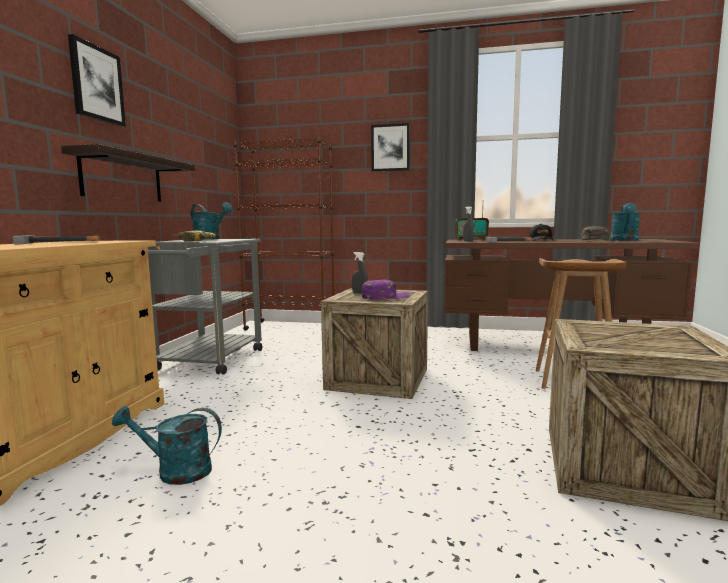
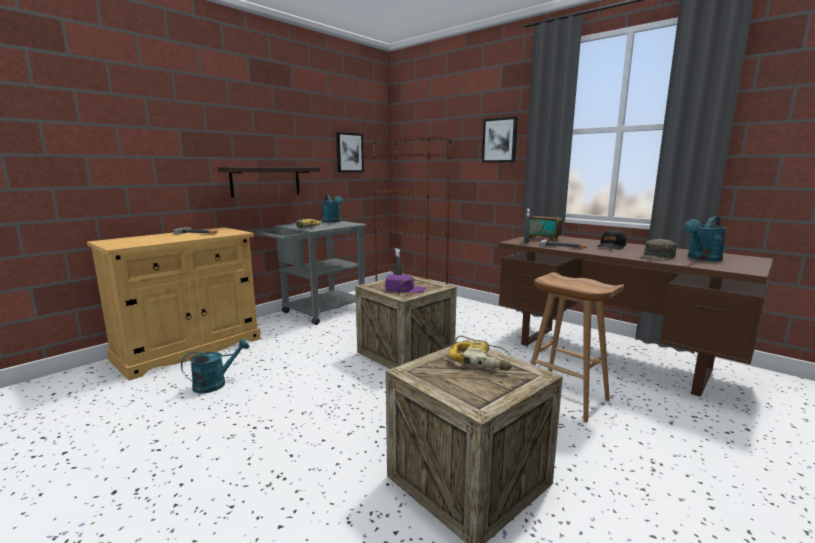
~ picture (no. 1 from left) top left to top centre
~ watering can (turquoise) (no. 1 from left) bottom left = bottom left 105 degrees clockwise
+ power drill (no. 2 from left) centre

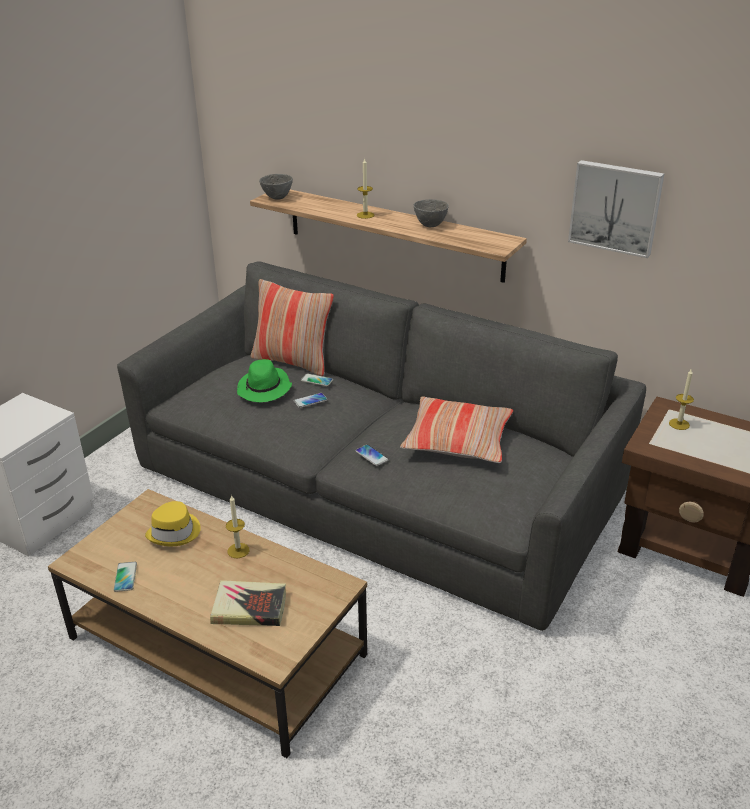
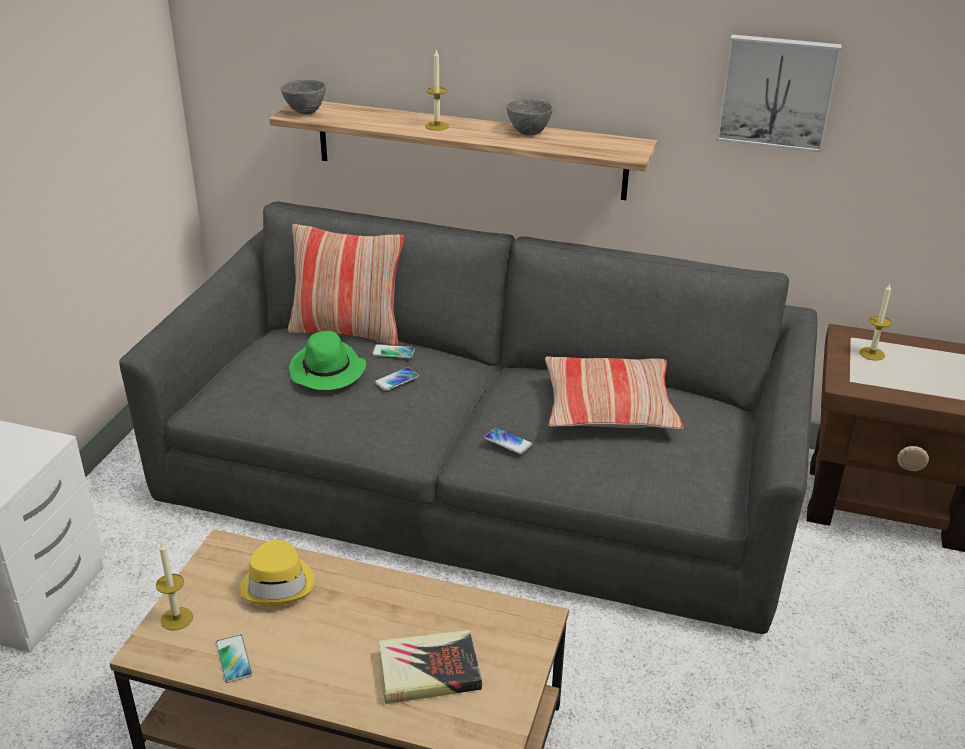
~ candle (no. 1 from left) middle left to bottom left

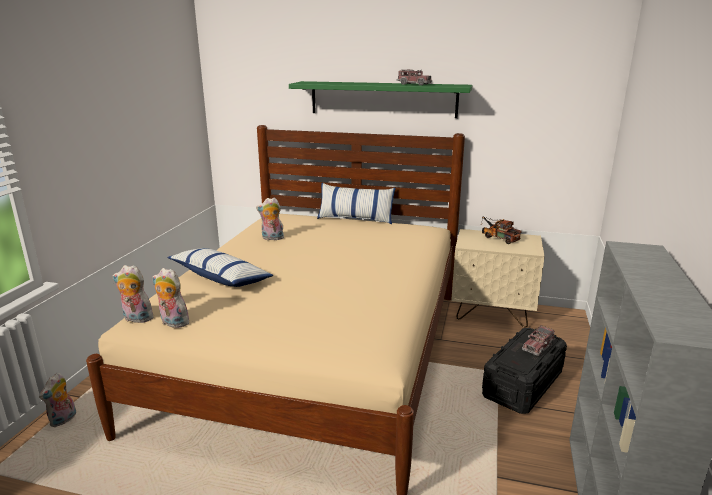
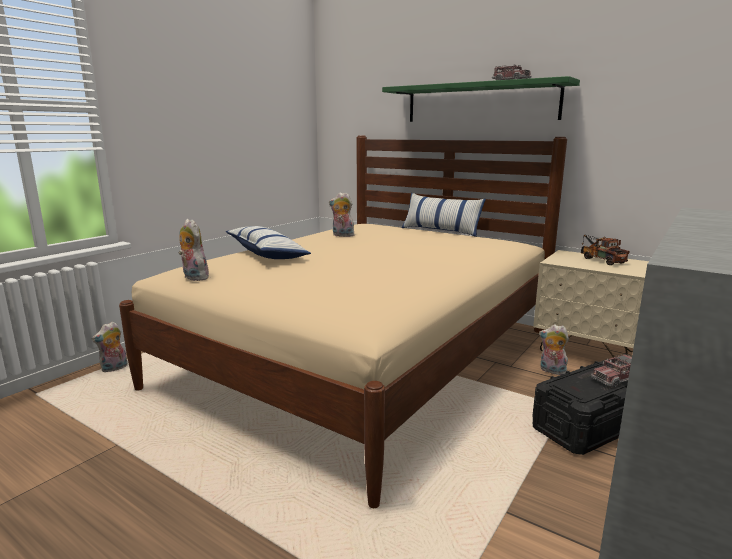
~ plush toy (no. 2 from left in the first image) middle left to plush toy (no. 4 from left) middle right

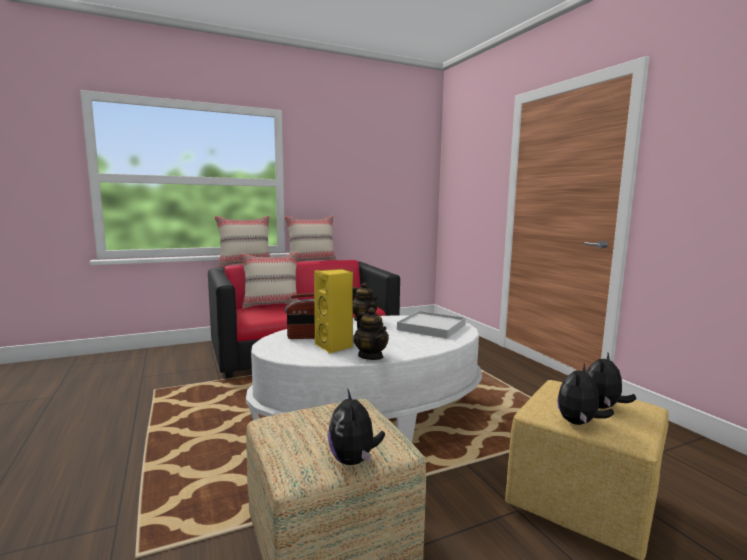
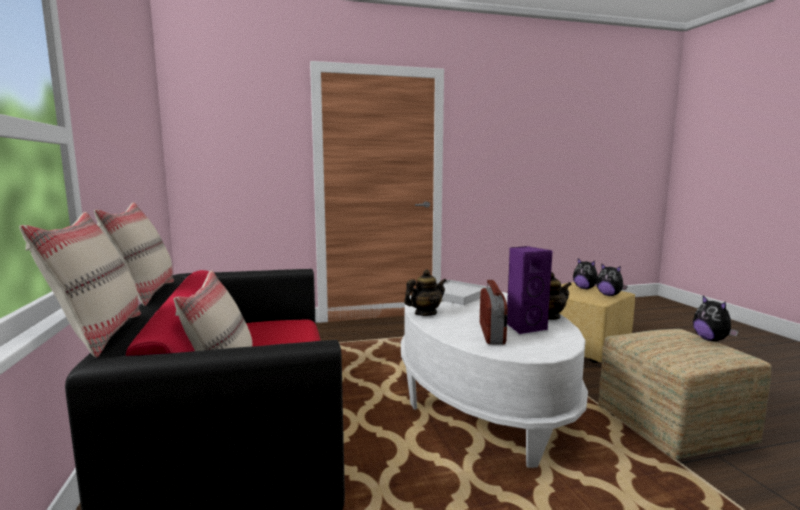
~ speaker (yellow) centre to speaker (purple) centre
~ plush toy (no. 1 from left in the first image) bottom centre = middle right 75 degrees clockwise

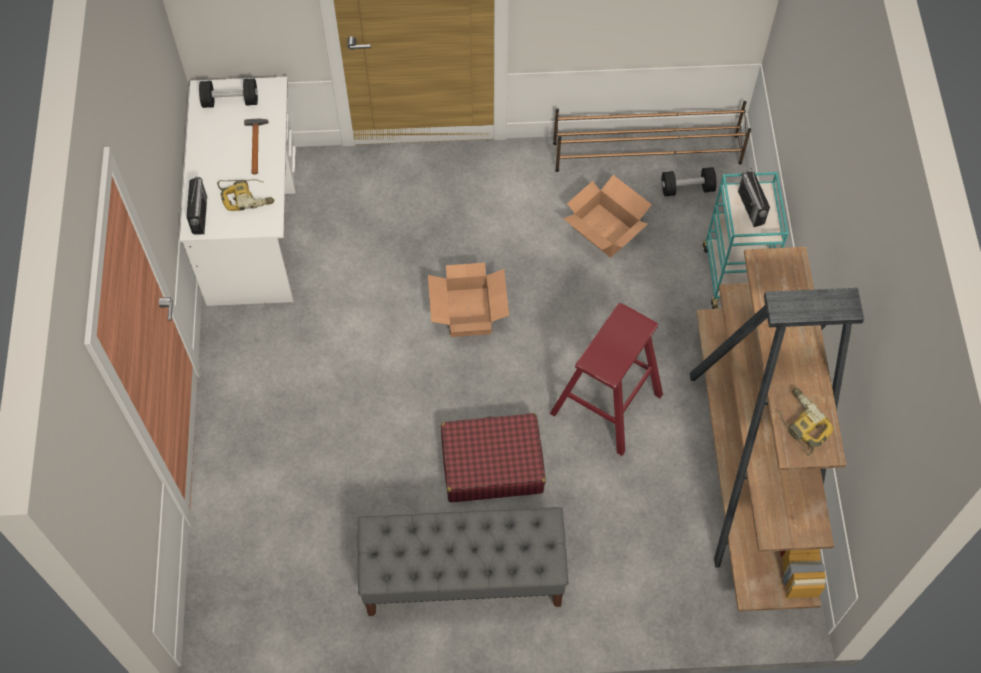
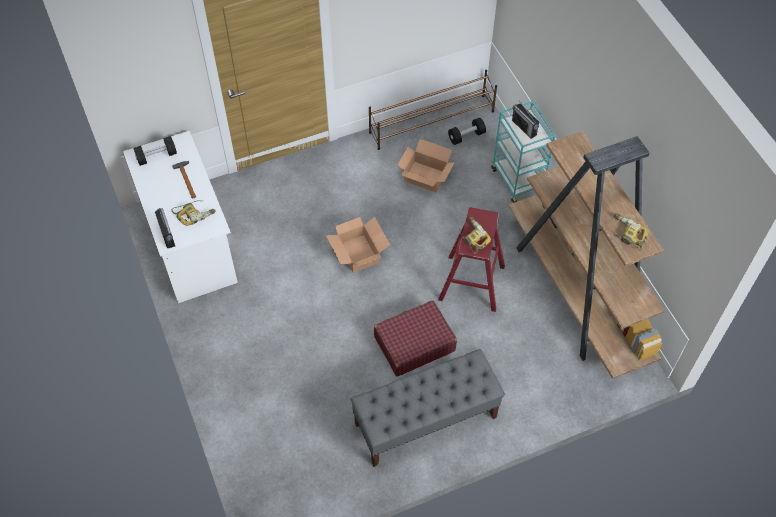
+ power drill (no. 2 from left) centre

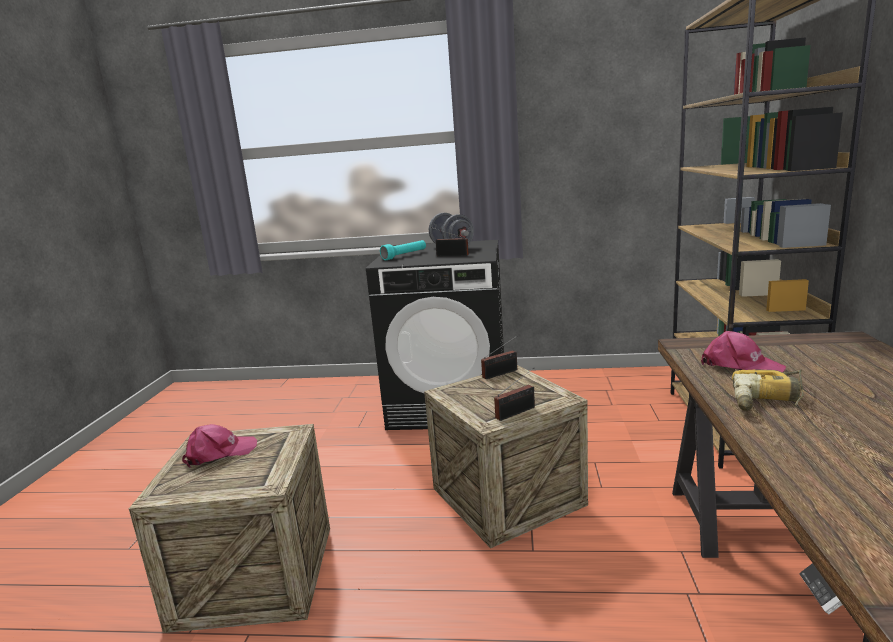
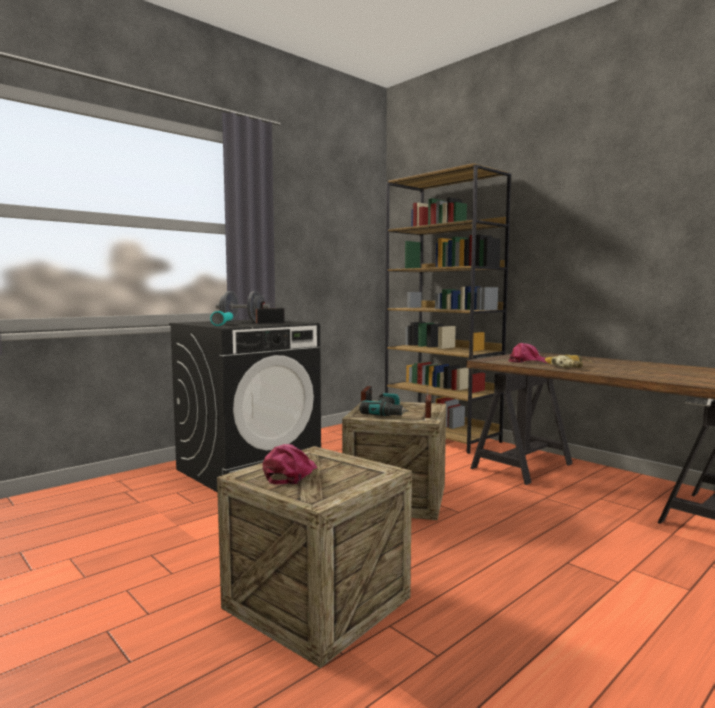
+ power drill (no. 1 from left) centre

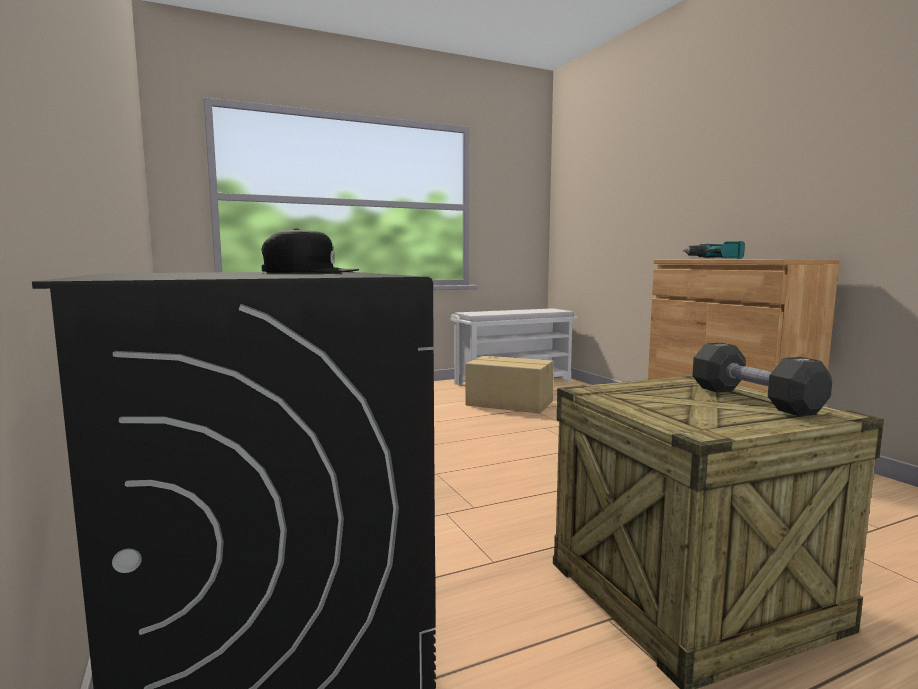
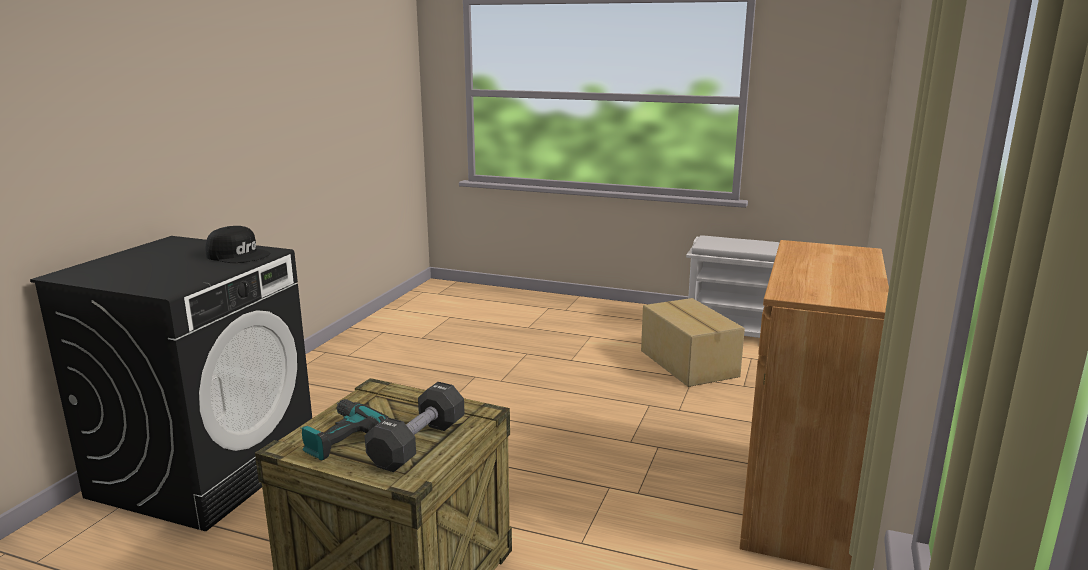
~ power drill middle right to bottom left

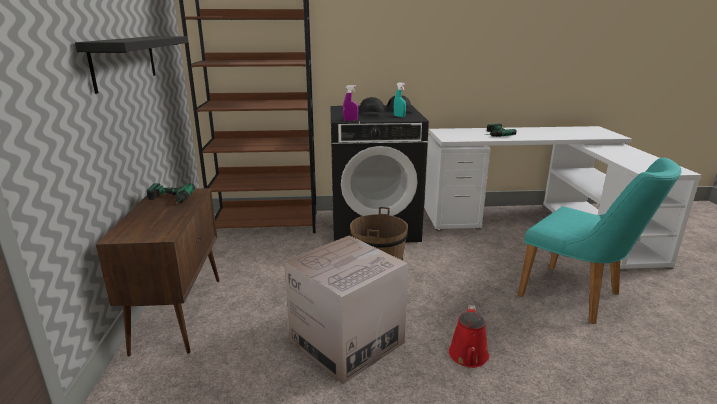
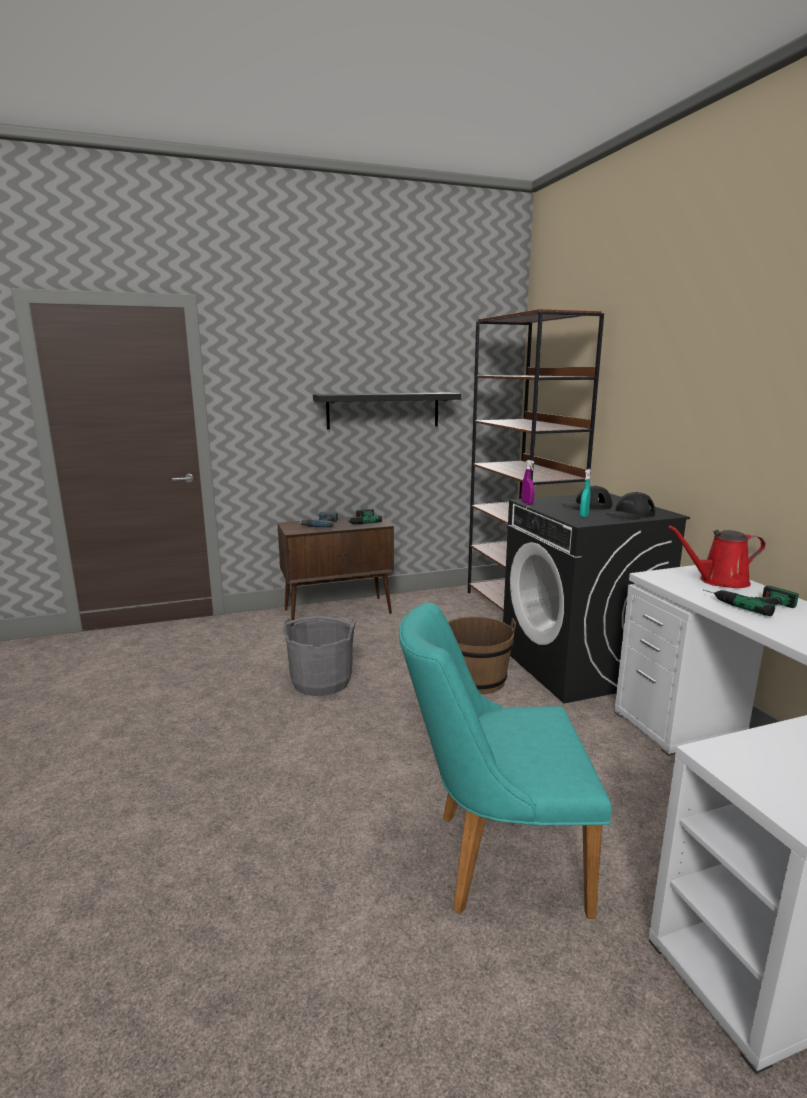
~ chair (turquoise) middle right = bottom centre 60 degrees clockwise
~ cardboard box bottom centre to bucket (grey) centre
~ watering can (red) bottom centre to middle right
+ power drill (no. 1 from left) centre

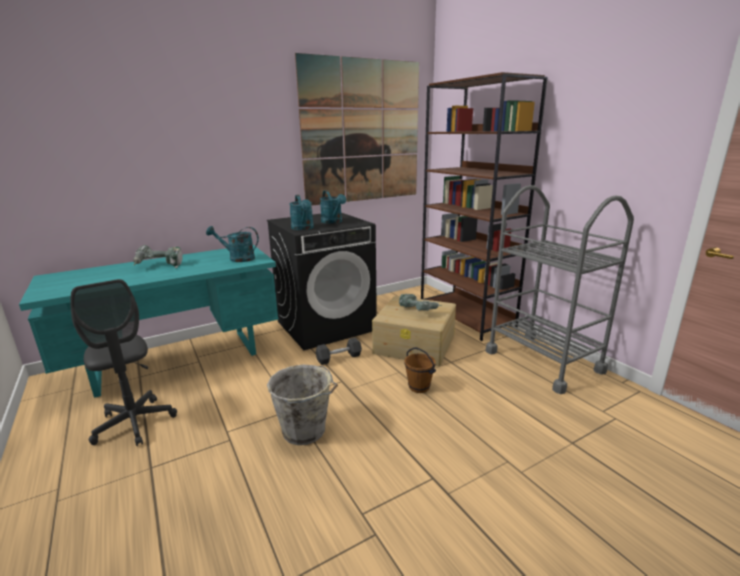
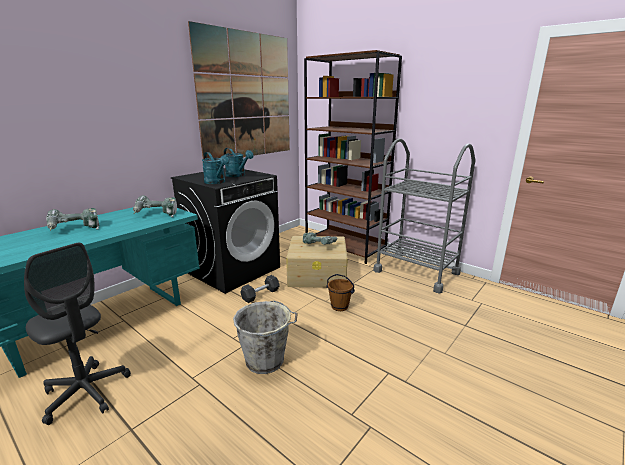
~ watering can (turquoise) (no. 1 from left) middle left to power drill (no. 2 from left) middle left

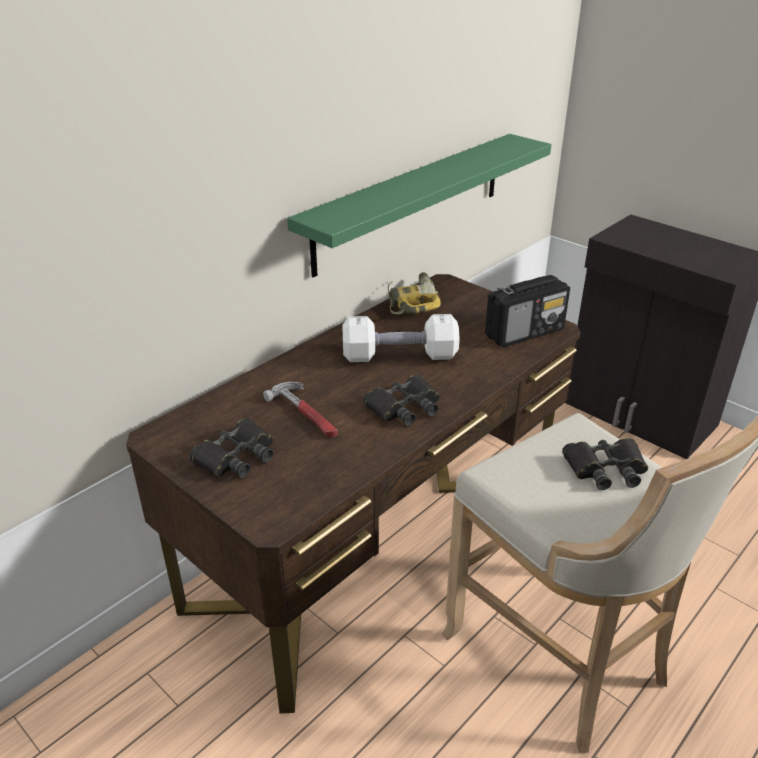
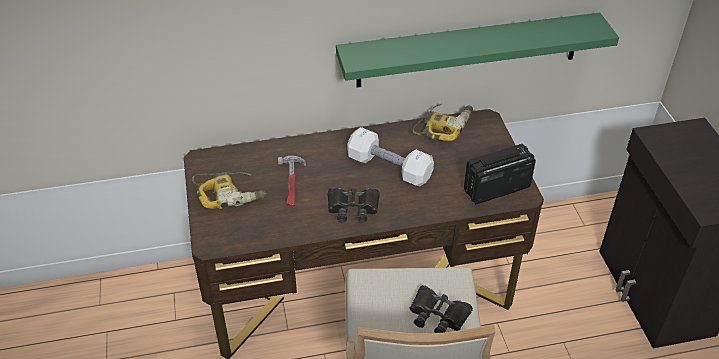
~ radio middle right = middle right 150 degrees clockwise
~ binoculars (black) (no. 1 from left) middle left to power drill (no. 1 from left) middle left

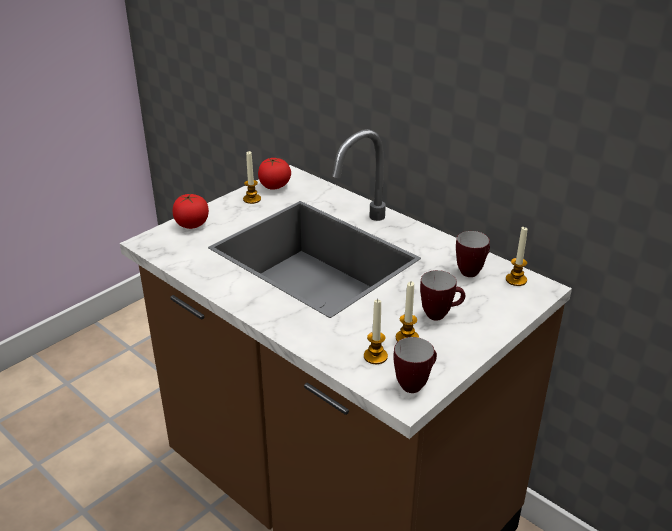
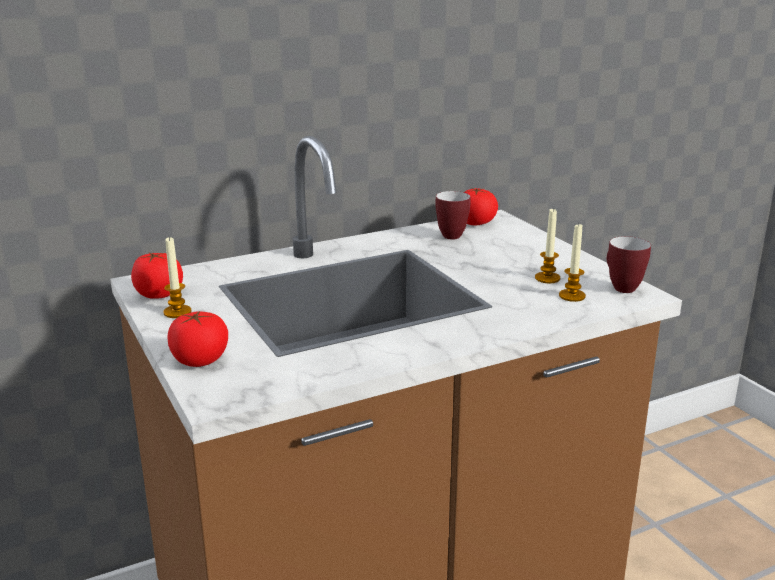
~ candle (no. 4 from left) middle right to tomato (no. 3 from left) centre
- mug (no. 2 from left) centre

